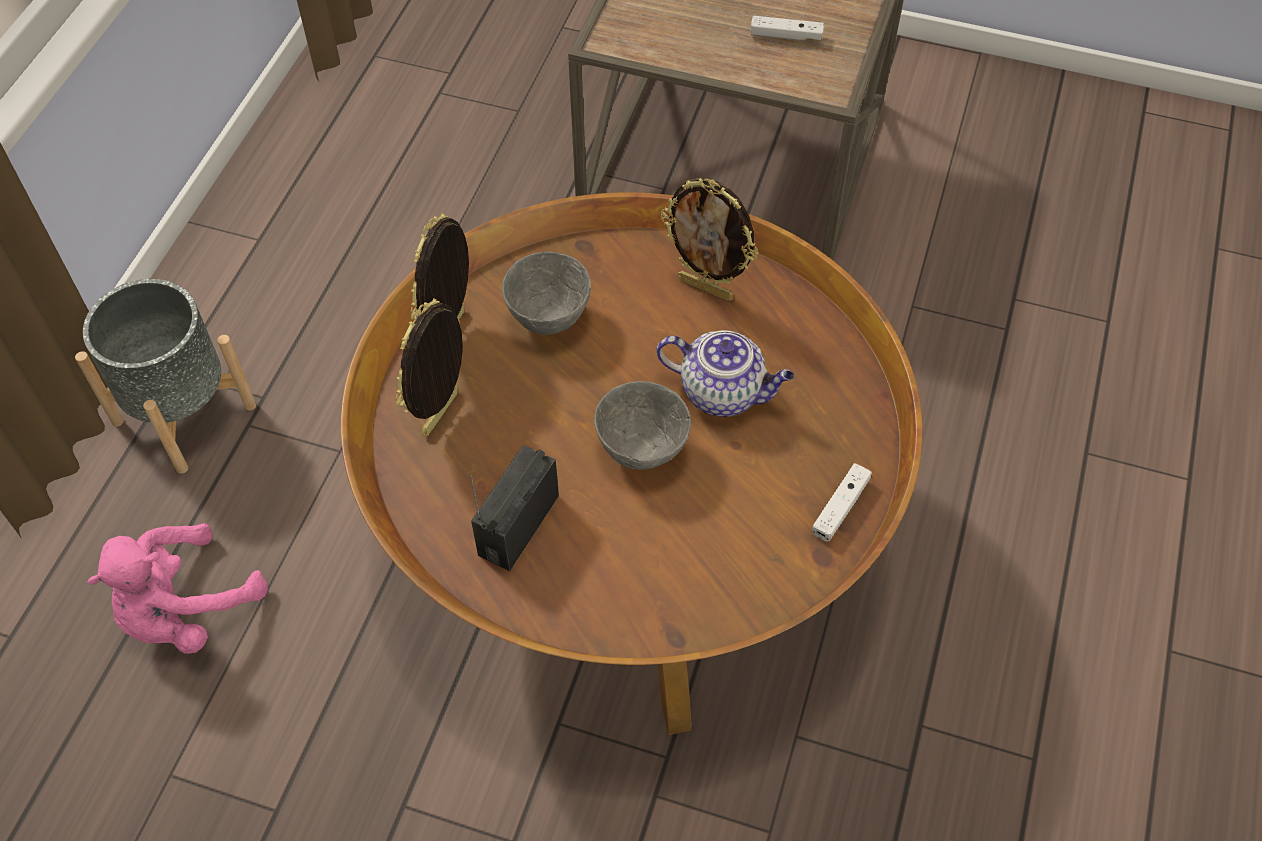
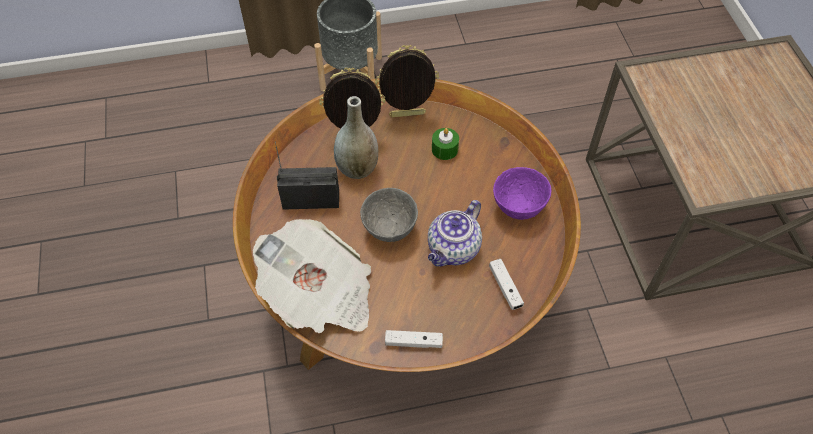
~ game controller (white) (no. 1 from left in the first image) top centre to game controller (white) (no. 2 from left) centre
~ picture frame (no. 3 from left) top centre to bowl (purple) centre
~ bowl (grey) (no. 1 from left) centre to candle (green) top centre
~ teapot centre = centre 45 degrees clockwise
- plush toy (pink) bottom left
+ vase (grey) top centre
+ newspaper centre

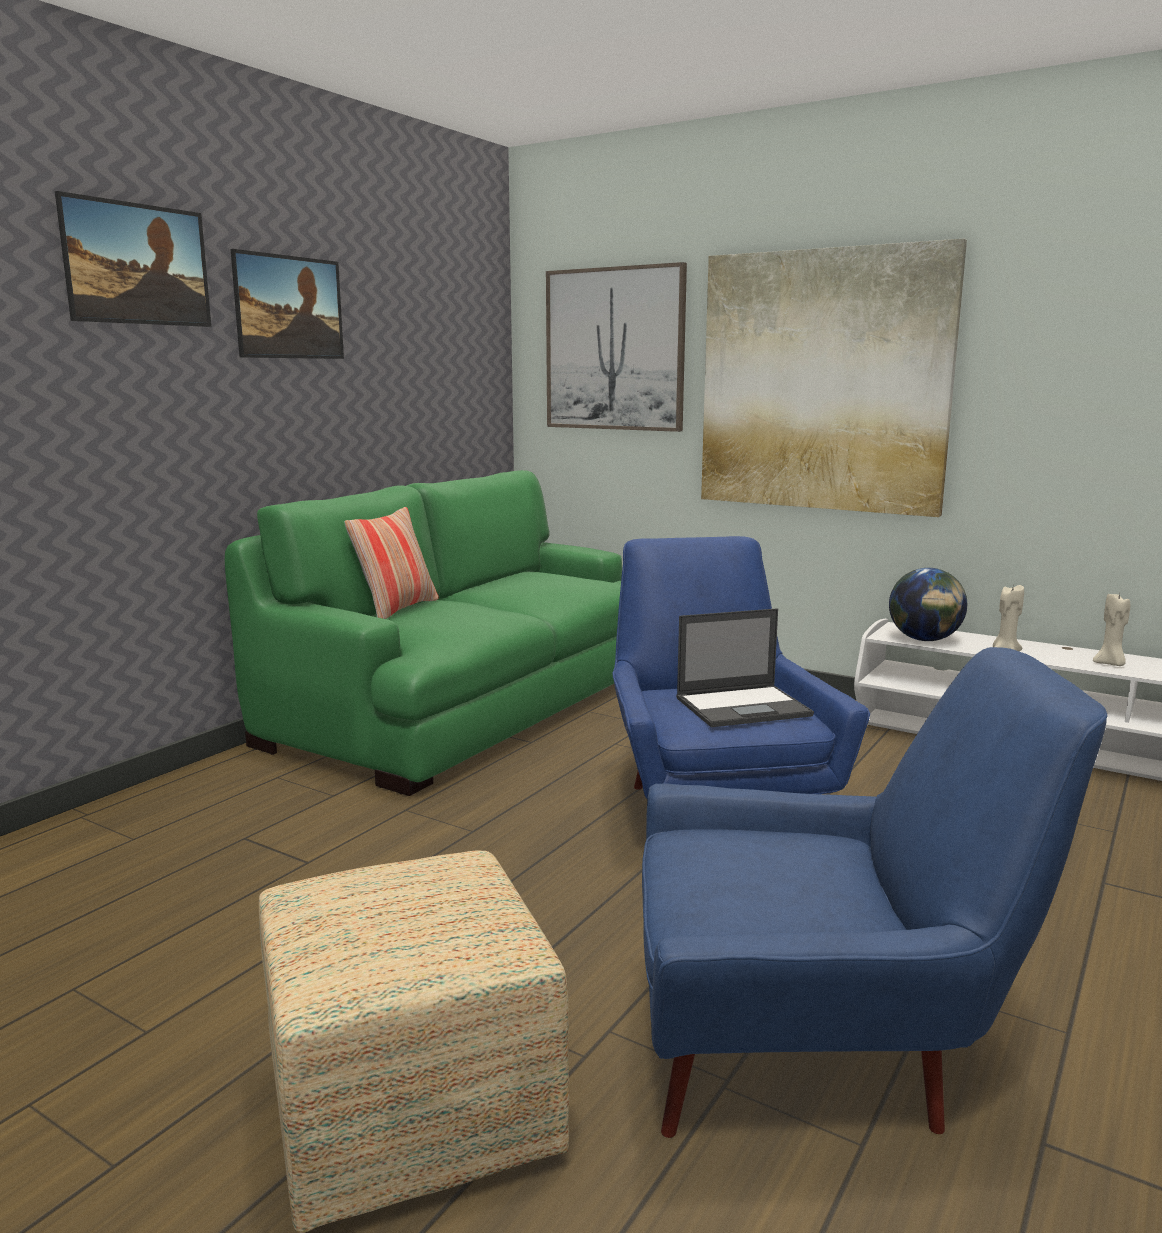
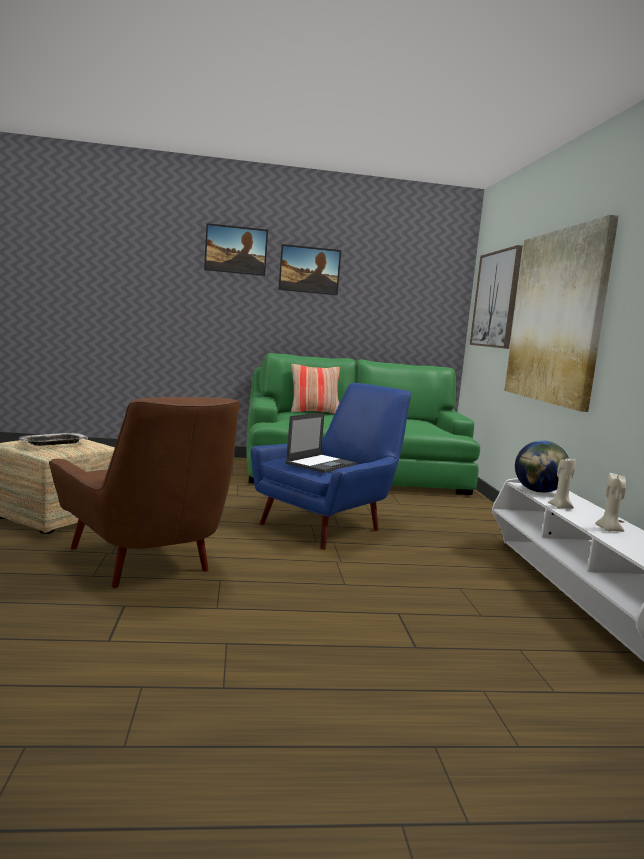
~ laptop centre = centre 90 degrees counterclockwise
~ armchair (blue) (no. 2 from left) bottom right to armchair (brown) middle left
+ tray middle left

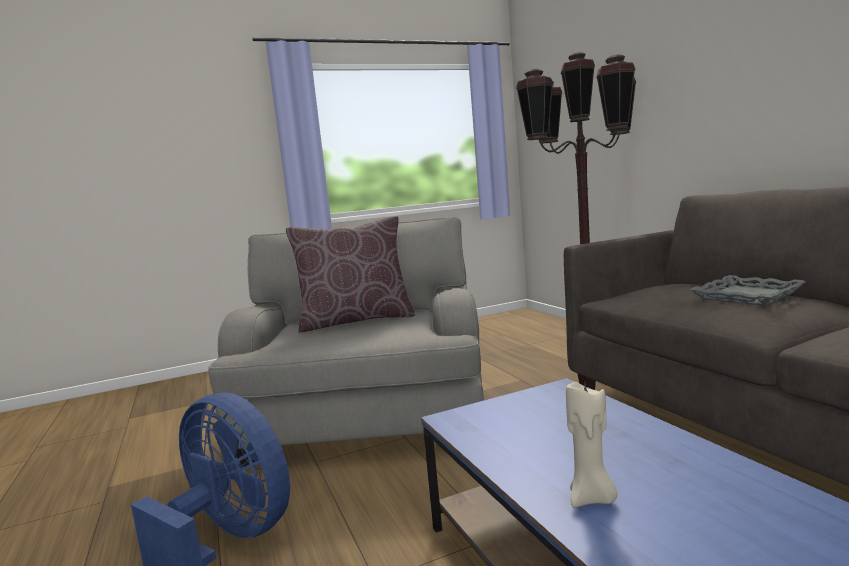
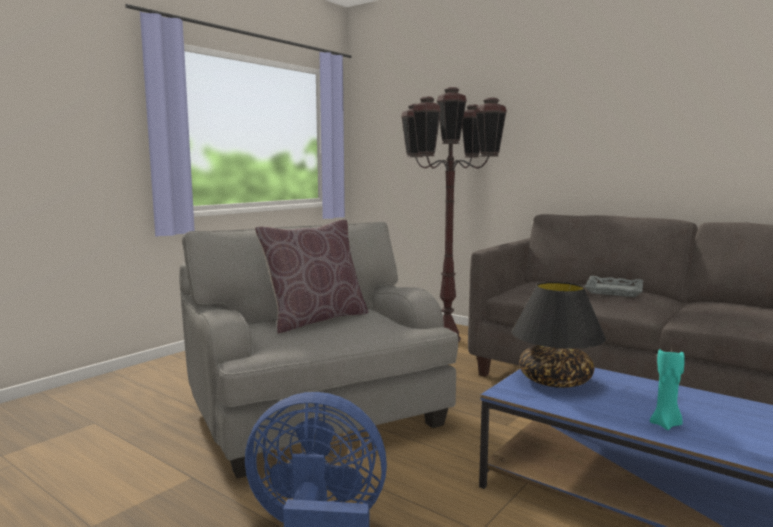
~ candle (beige) bottom right to candle (turquoise) bottom right
+ table lamp (black) middle right

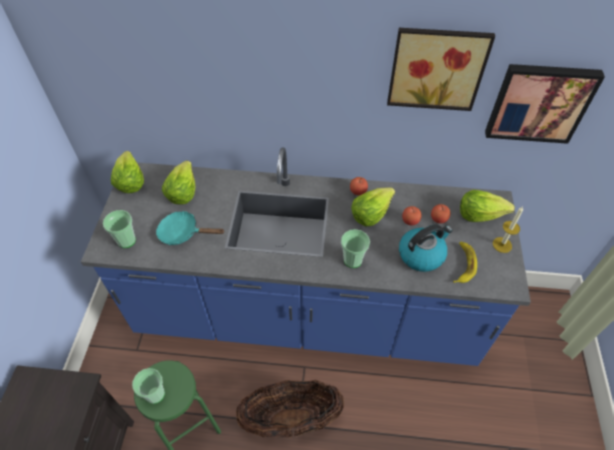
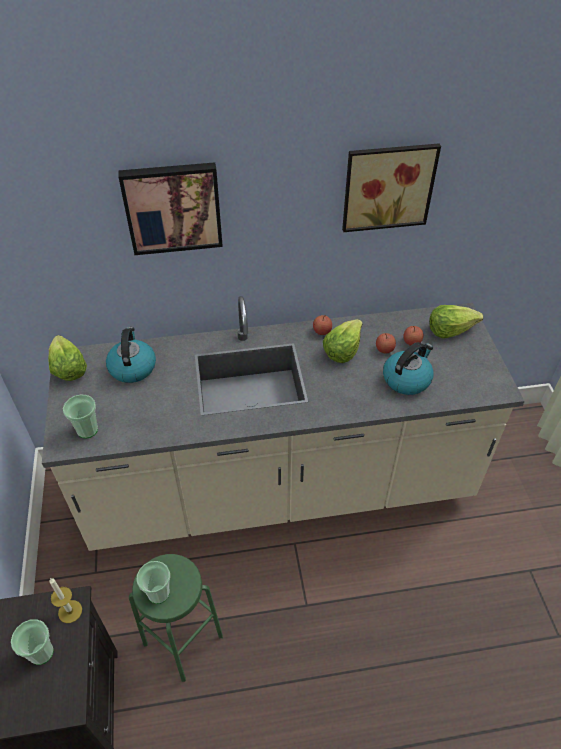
~ picture (no. 2 from left in the first image) top right to picture (no. 1 from left) top left
~ counter (blue) centre to counter (beige) centre
~ lettuce (no. 2 from left) middle left to kettle (no. 1 from left) middle left
~ candle middle right to bottom left
- frying pan (turquoise) middle left
~ cup (no. 3 from left in the first image) centre to cup (no. 1 from left) bottom left
- banana middle right
- basket bottom centre

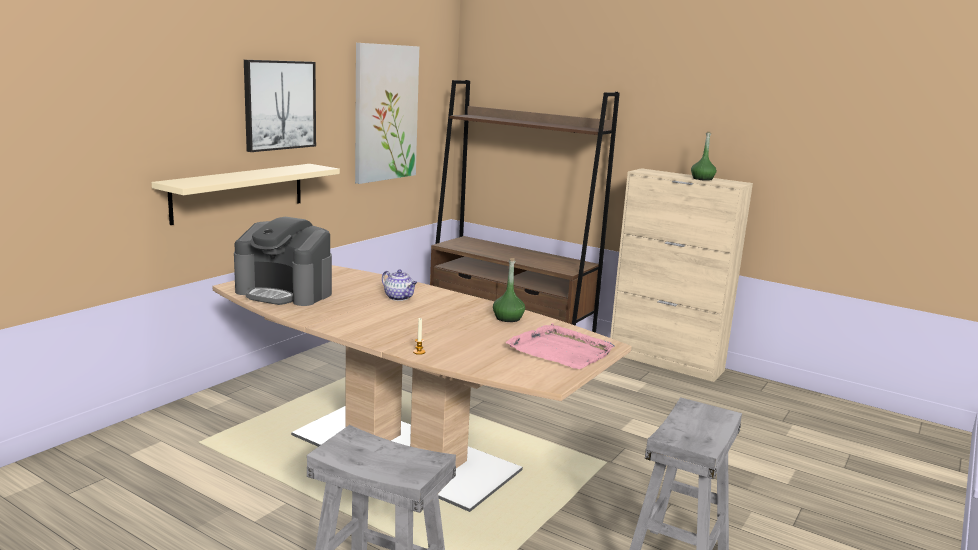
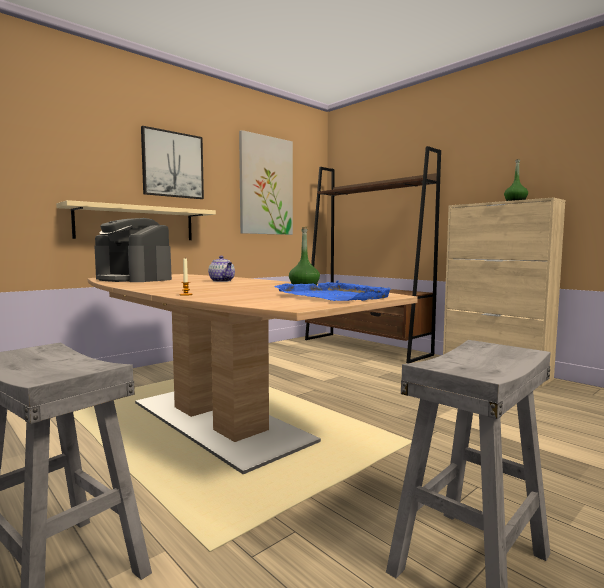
~ tray (pink) centre to tray (blue) centre

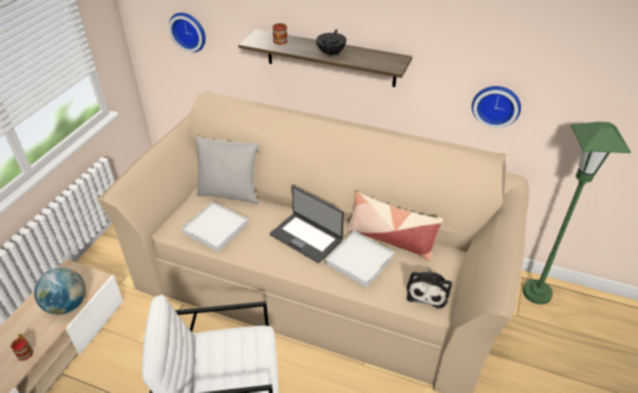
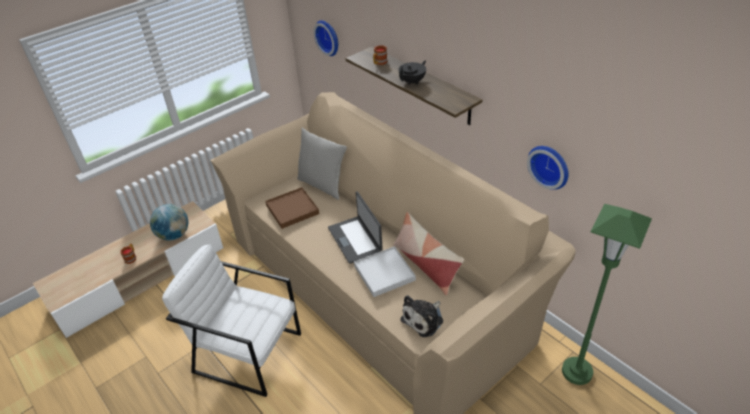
~ tray (white) (no. 1 from left) centre to tray (brown) centre

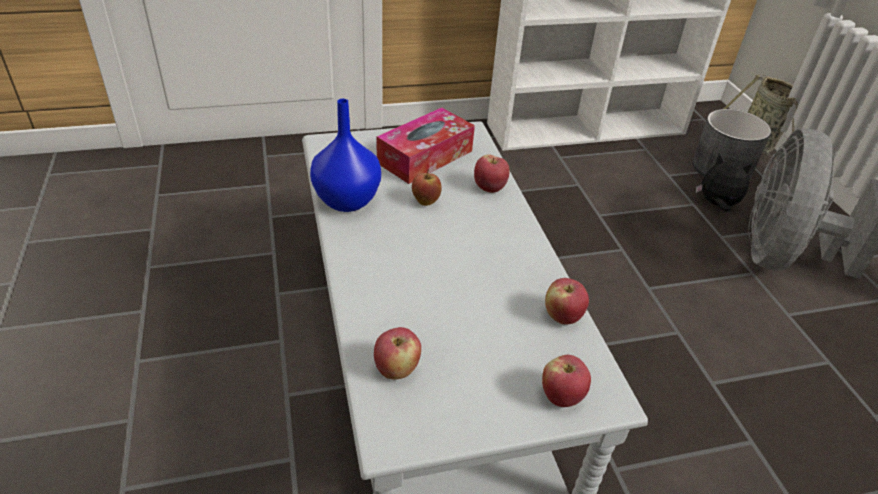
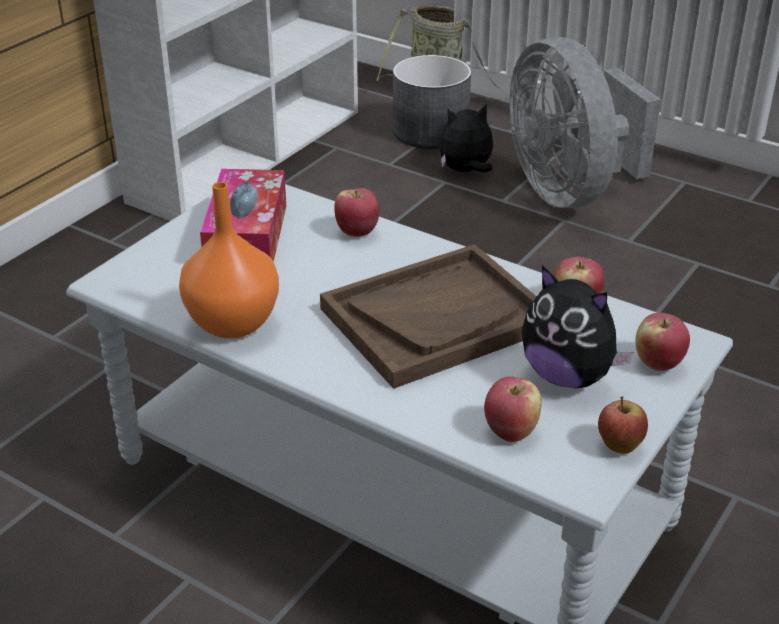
~ vase (blue) top centre to vase (orange) middle left
~ apple (no. 2 from left in the first image) centre to apple (no. 4 from left) bottom right
+ tray (brown) centre
+ plush toy (no. 2 from left) middle right

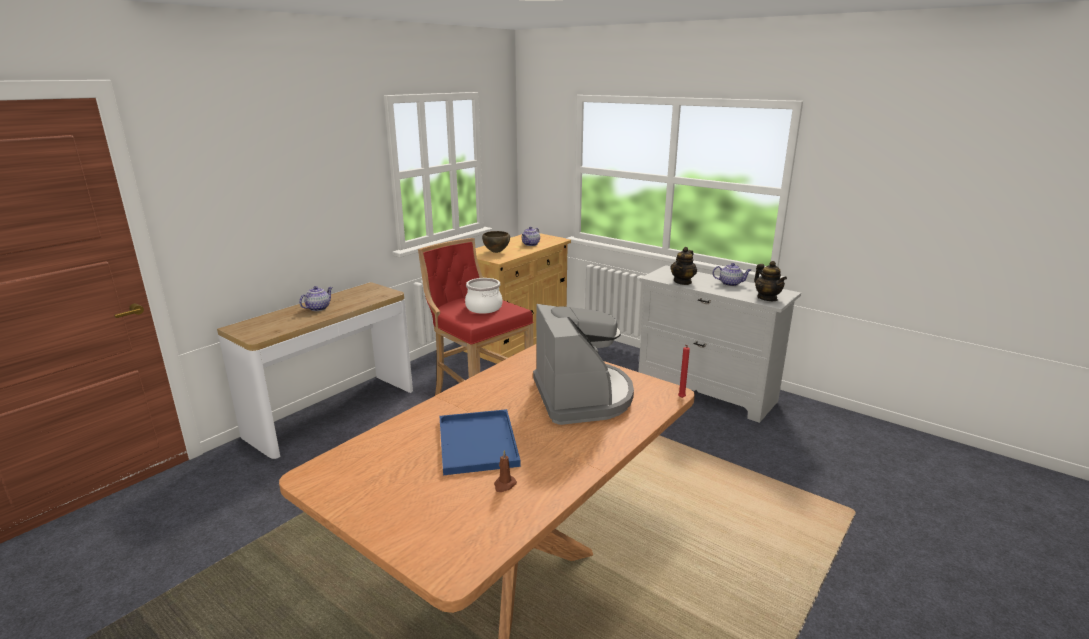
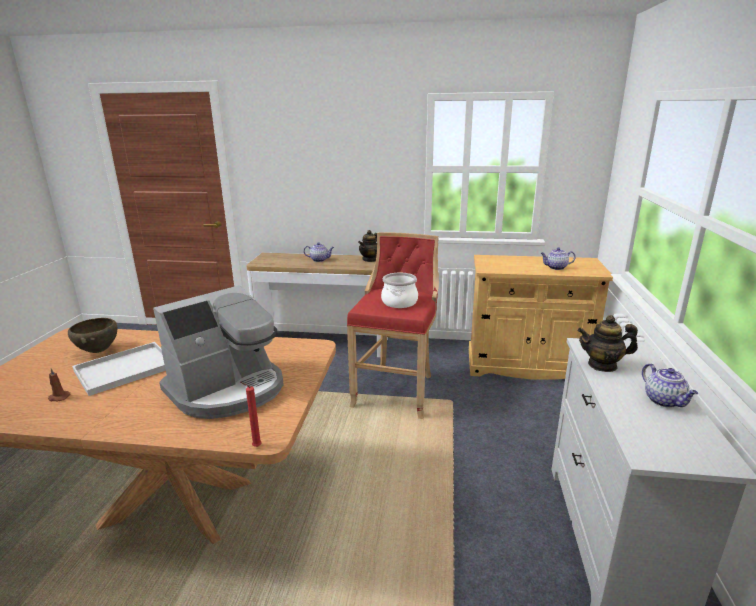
~ bowl (brown) centre to middle left
~ teapot (no. 5 from left in the first image) middle right to teapot (no. 2 from left) centre
~ tray (blue) bottom centre to tray (white) middle left

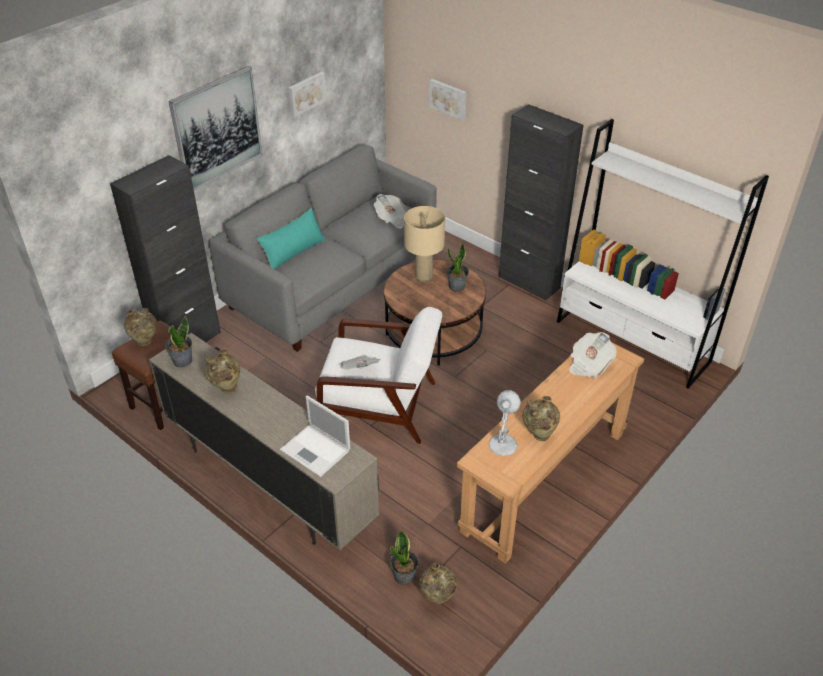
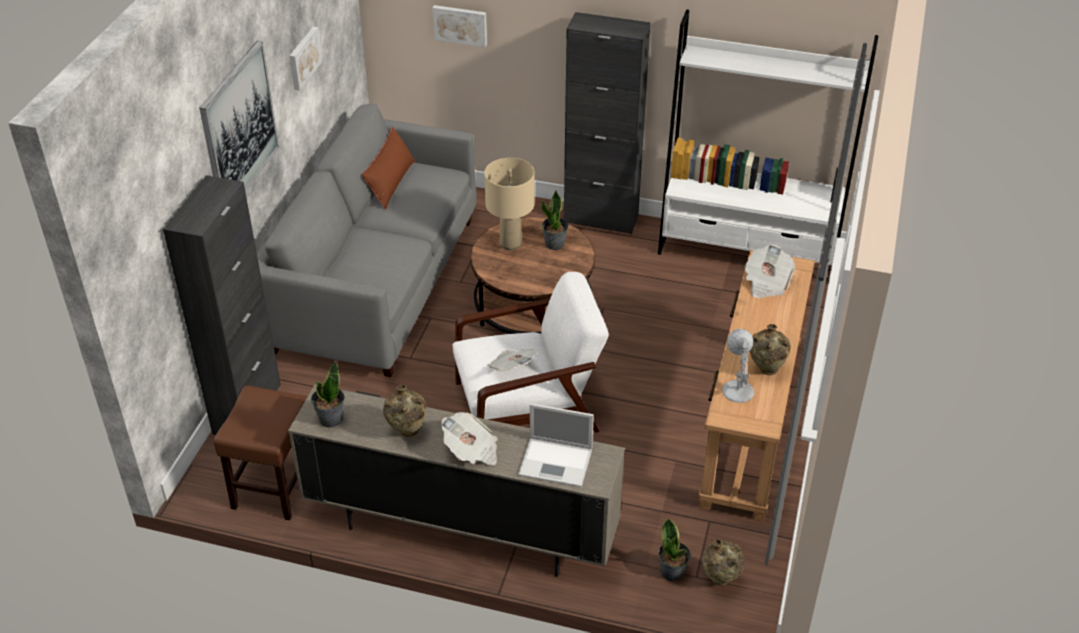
~ newspaper (no. 2 from left in the first image) top centre to newspaper (no. 1 from left) bottom centre
- pillow (turquoise) centre
- vase (beige) (no. 1 from left) middle left
+ pillow (brown) top centre

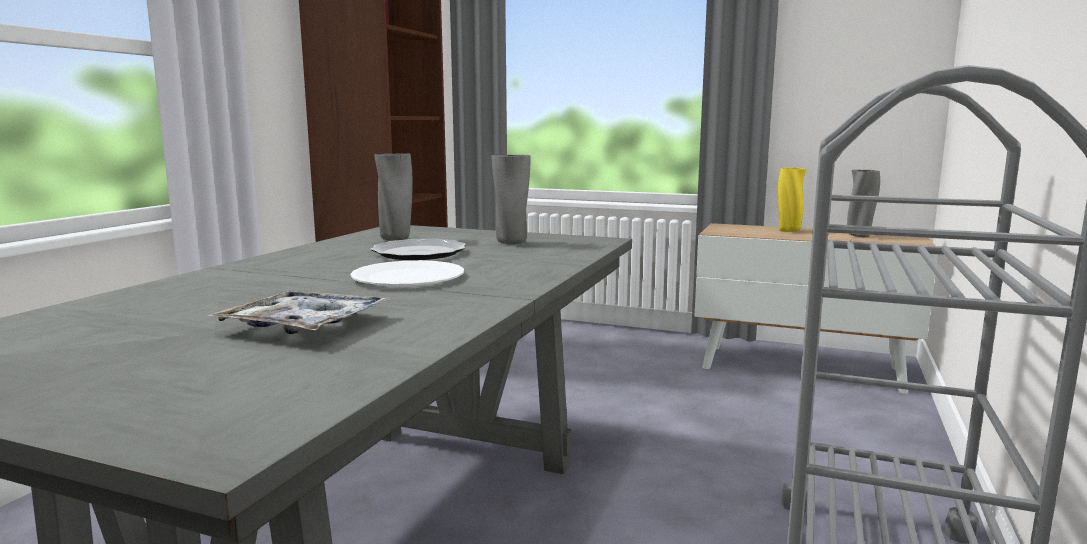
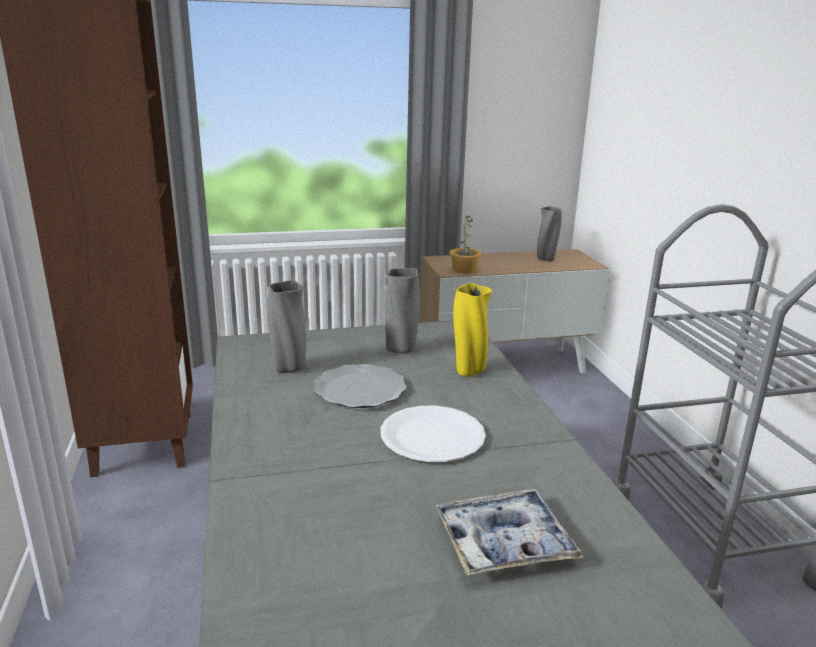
~ vase (yellow) middle right to centre
+ potted plant centre

